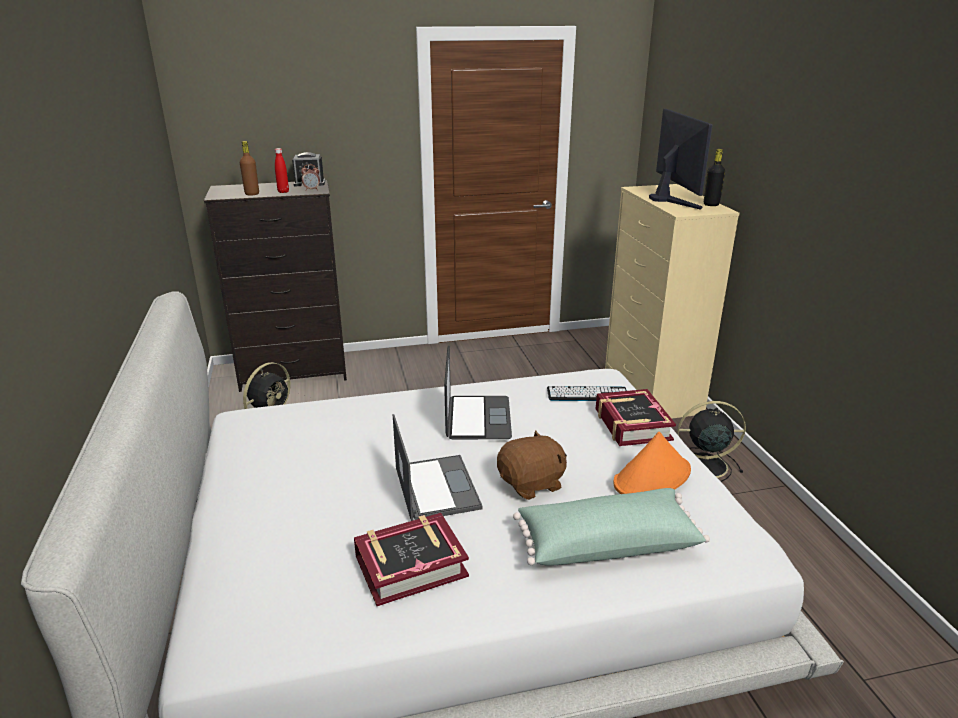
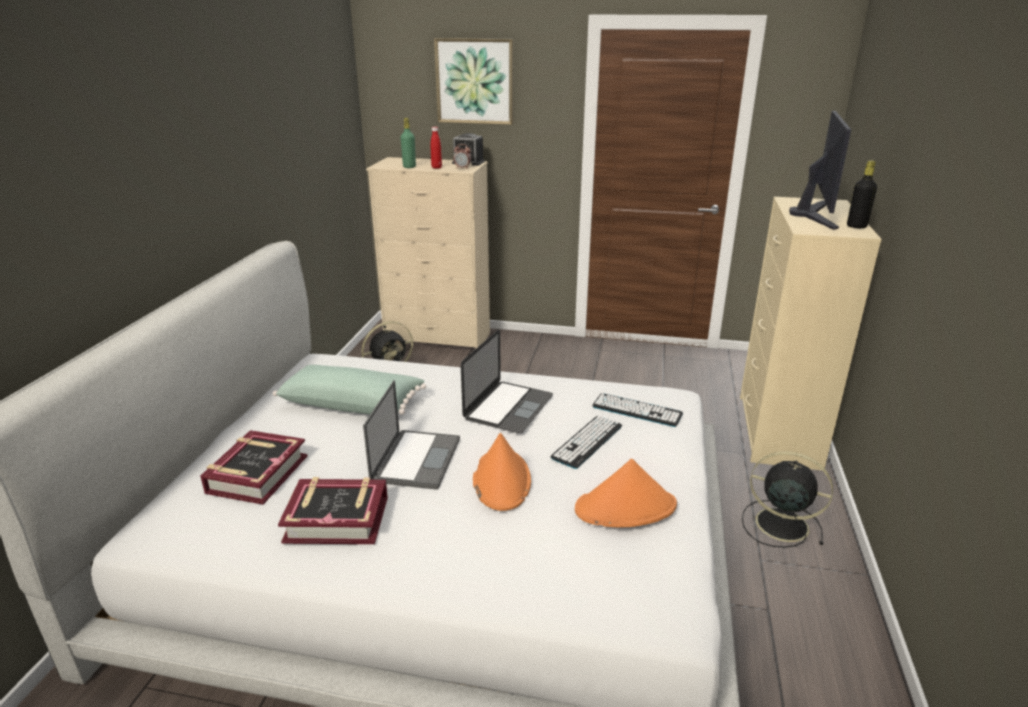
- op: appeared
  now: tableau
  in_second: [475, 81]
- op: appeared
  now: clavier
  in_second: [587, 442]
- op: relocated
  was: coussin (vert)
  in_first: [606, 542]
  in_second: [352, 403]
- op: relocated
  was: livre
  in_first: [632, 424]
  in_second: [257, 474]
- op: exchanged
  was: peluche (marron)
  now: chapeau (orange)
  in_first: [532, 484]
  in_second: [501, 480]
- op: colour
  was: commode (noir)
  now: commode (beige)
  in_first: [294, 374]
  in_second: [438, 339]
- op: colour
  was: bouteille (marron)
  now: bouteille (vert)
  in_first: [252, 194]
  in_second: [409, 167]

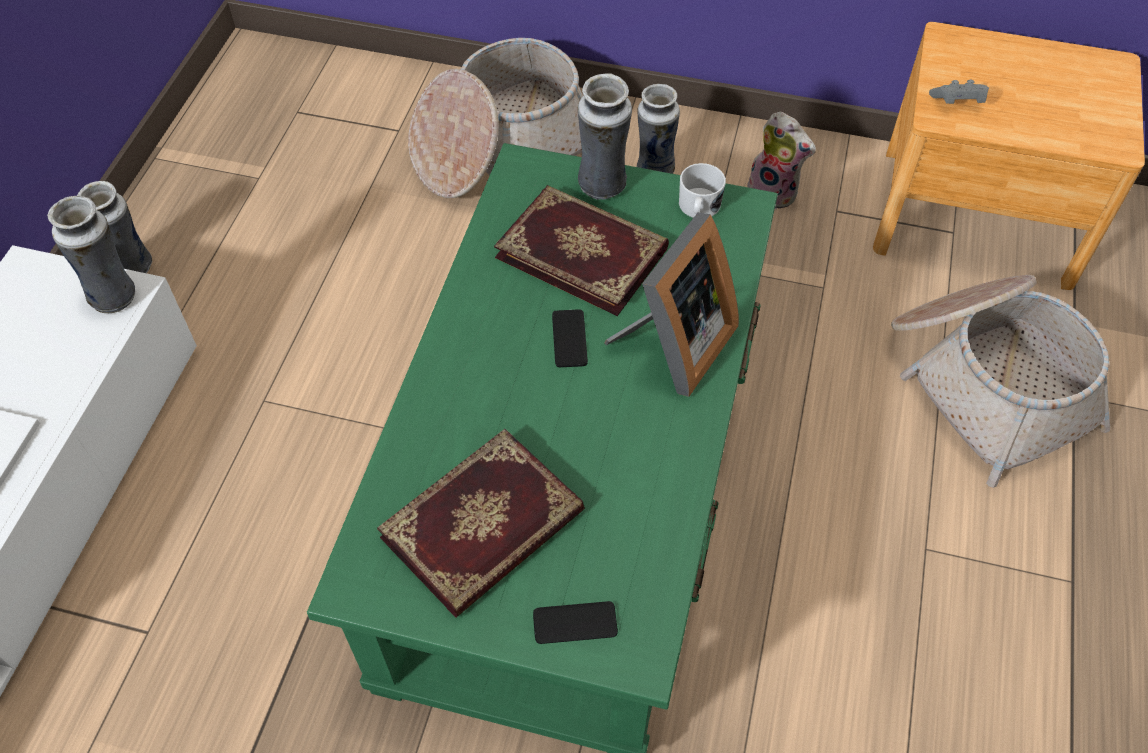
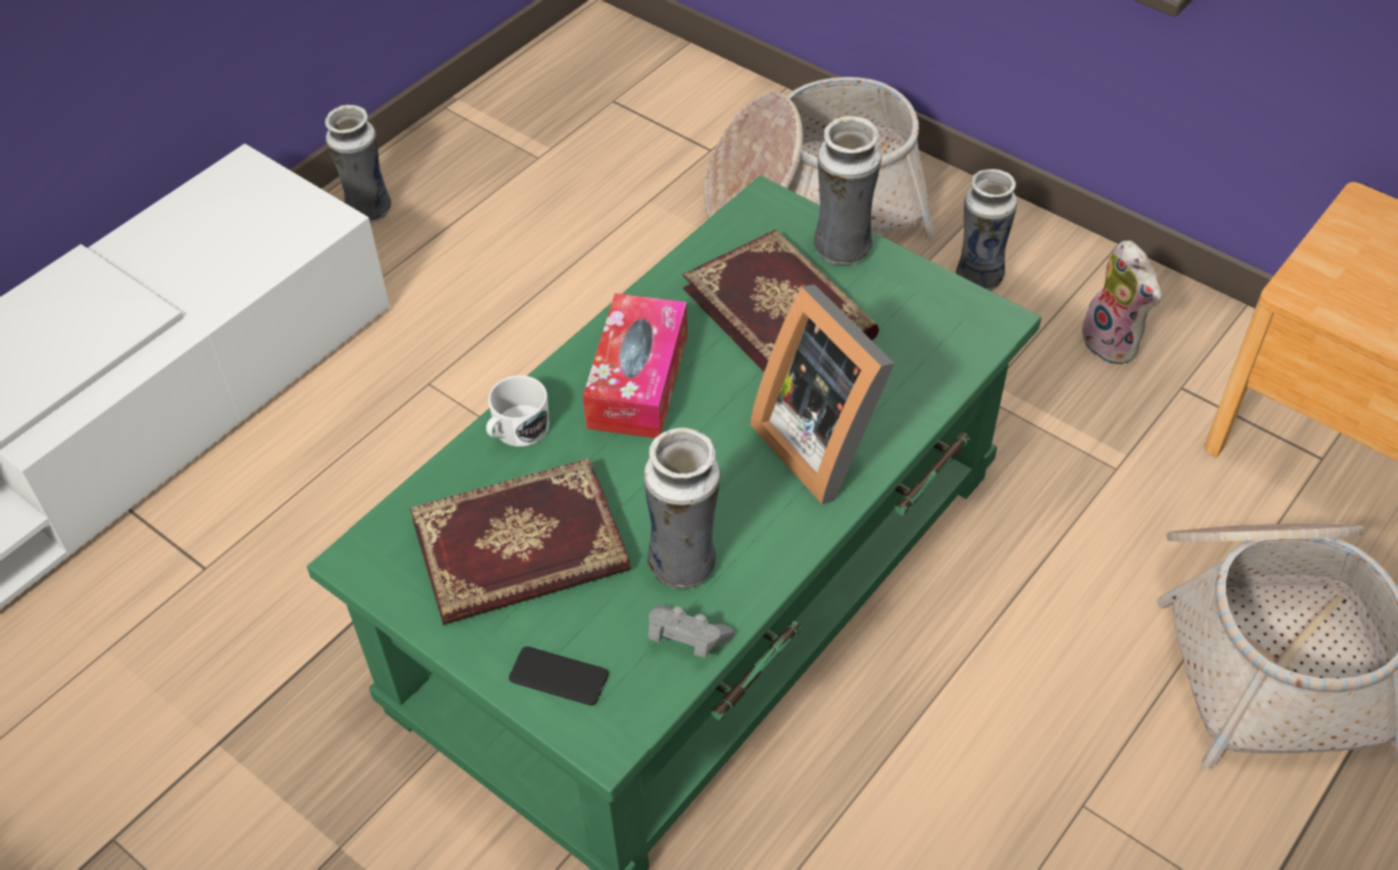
- op: missing
  was: téléphone
  in_first: [569, 339]
- op: appeared
  now: boîte à mouchoirs
  in_second: [638, 380]
- op: relocated
  was: vase
  in_first: [115, 296]
  in_second: [684, 564]
- op: relocated
  was: mug (blanc)
  in_first: [698, 208]
  in_second: [516, 431]
- op: relocated
  was: manette (gris)
  in_first: [957, 103]
  in_second: [686, 640]
- op: spun
  was: cadre photo
  in_first: [673, 347]
  in_second: [824, 441]
  clockwise: 90

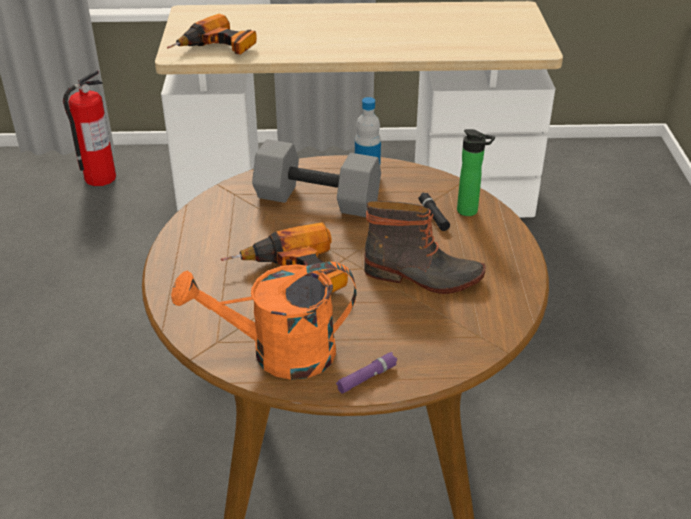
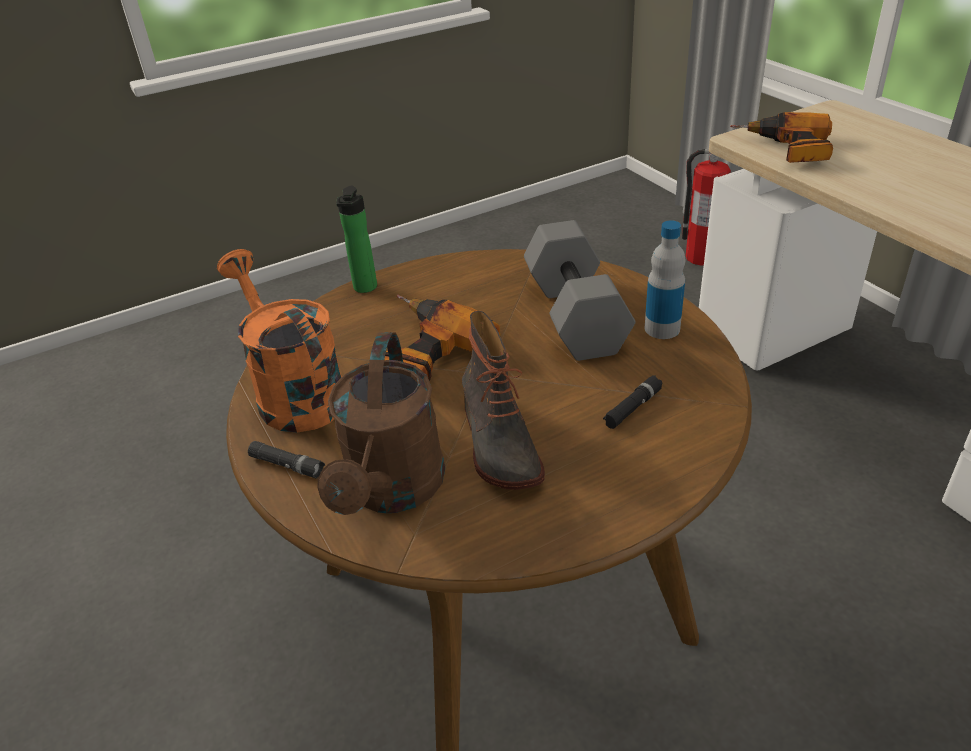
- op: appeared
  now: arrosoir (marron)
  in_second: [393, 491]
- op: relocated
  was: bouteille
  in_first: [470, 211]
  in_second: [364, 289]
- op: colour
  was: lampe de poche (violet)
  now: lampe de poche (noir)
  in_first: [366, 377]
  in_second: [287, 465]

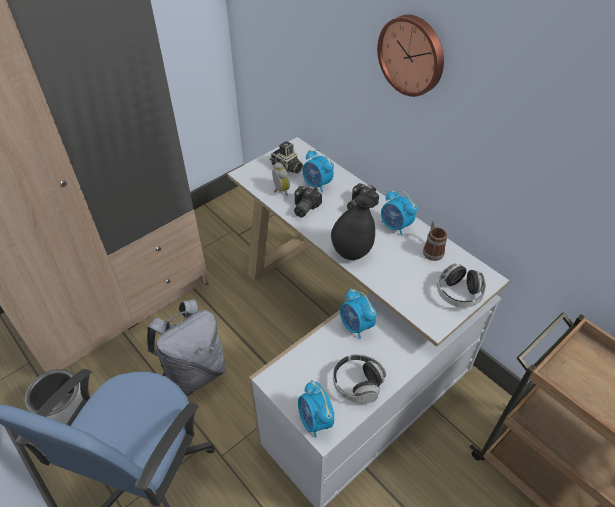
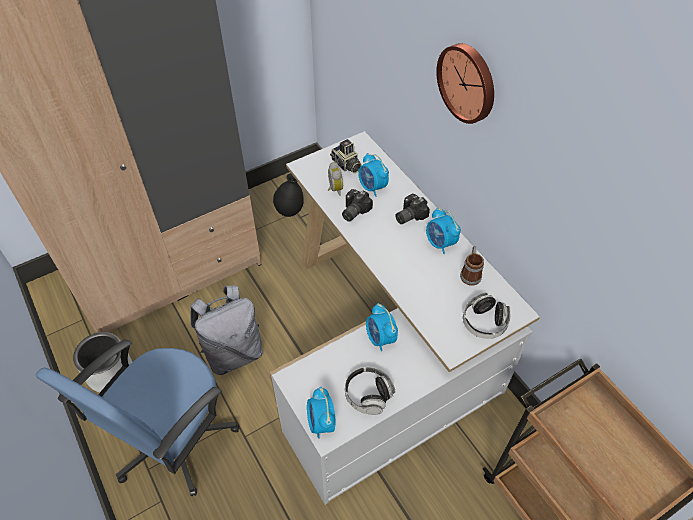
- op: relocated
  was: vase (noir)
  in_first: [351, 251]
  in_second: [289, 211]

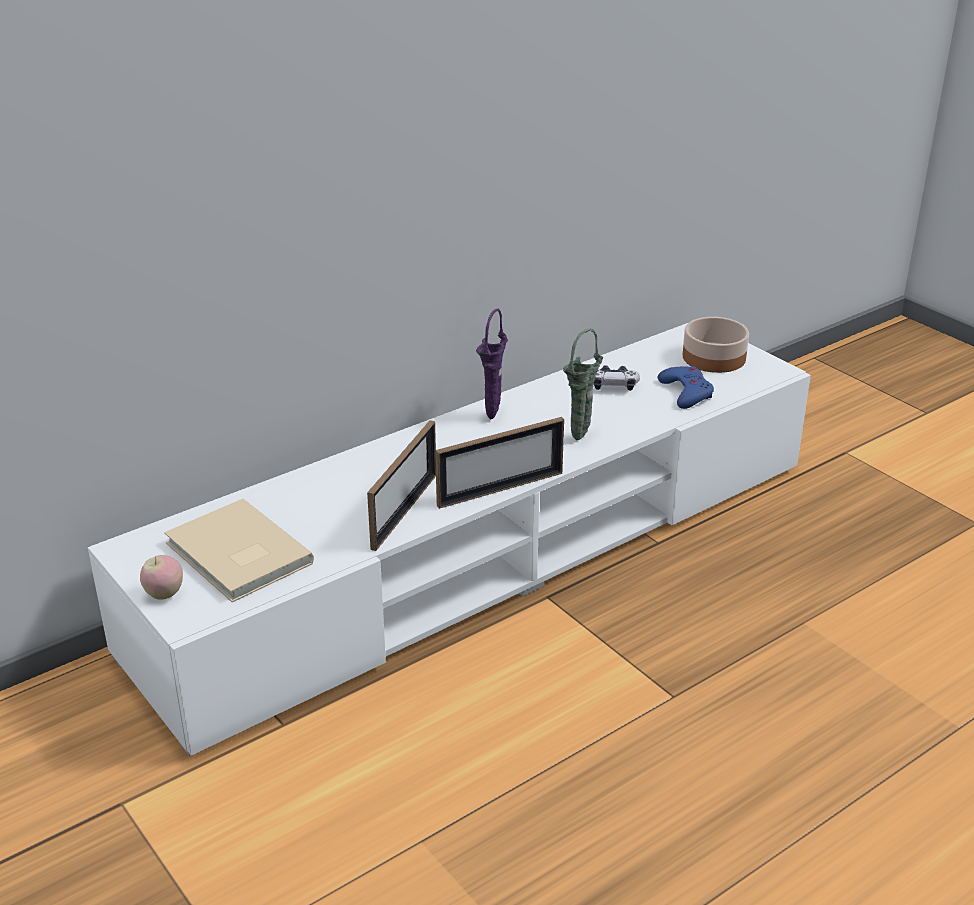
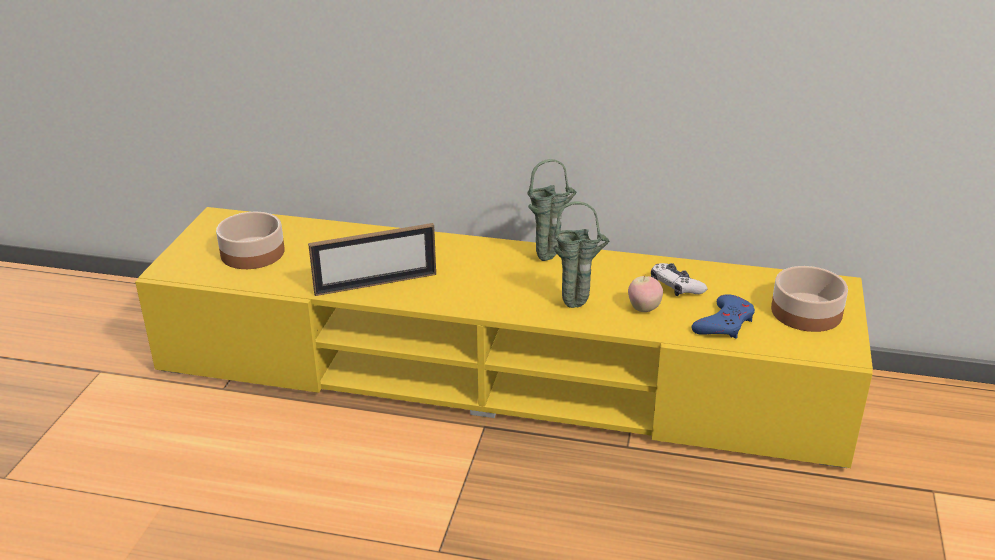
- op: missing
  was: cadre photo
  in_first: [500, 489]
- op: relocated
  was: pomme
  in_first: [164, 594]
  in_second: [644, 309]
- op: exchanged
  was: livre (beige)
  now: bol
  in_first: [237, 555]
  in_second: [251, 253]
- op: colour
  was: meuble télé (blanc)
  now: meuble télé (jaune)
  in_first: [488, 554]
  in_second: [499, 374]
- op: colour
  was: vase (violet)
  now: vase (vert)
  in_first: [493, 415]
  in_second: [550, 259]

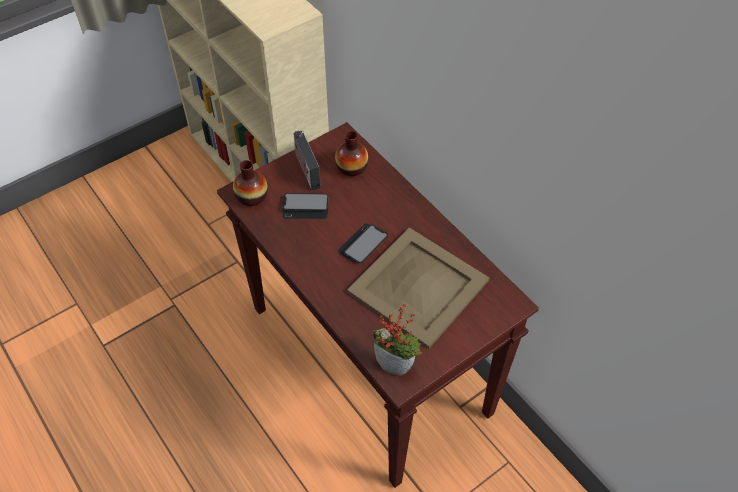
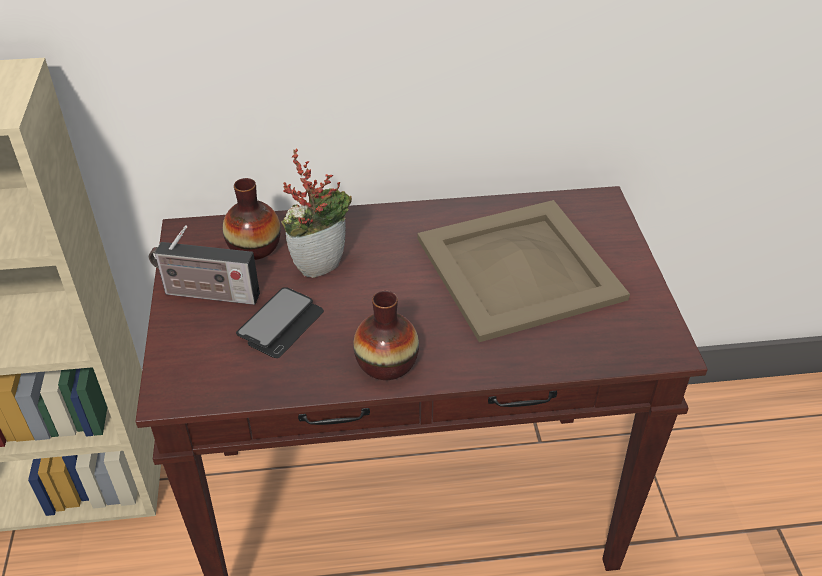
- op: missing
  was: téléphone
  in_first: [363, 244]
- op: relocated
  was: vase
  in_first: [252, 197]
  in_second: [386, 363]
- op: relocated
  was: plante en pot
  in_first: [396, 364]
  in_second: [320, 263]

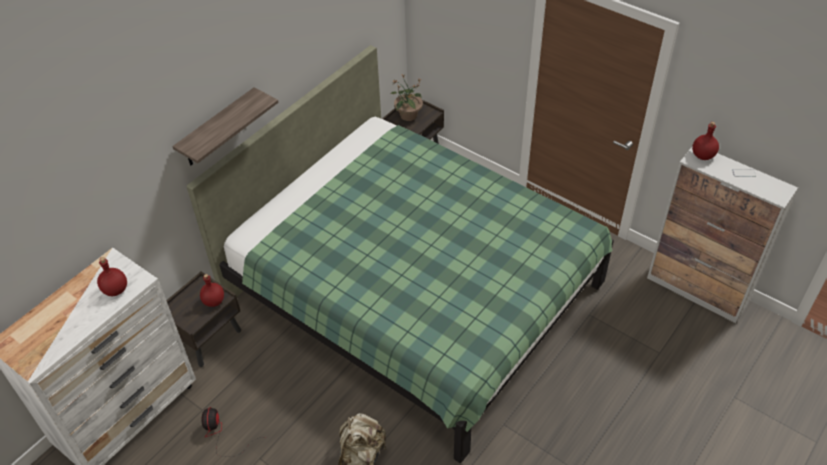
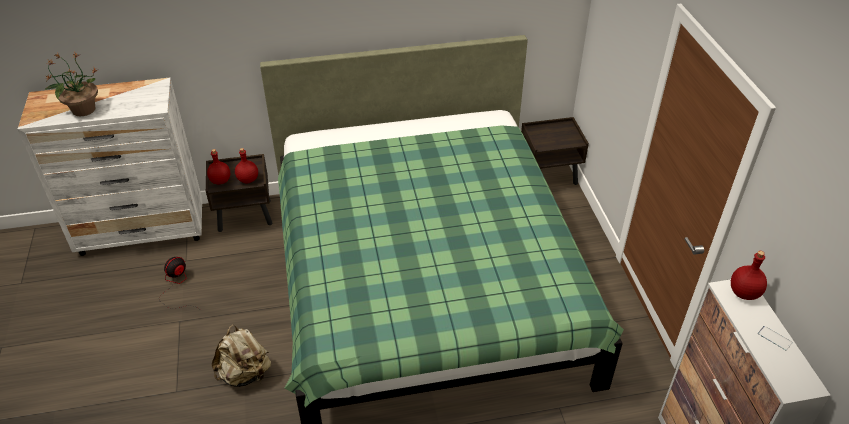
- op: missing
  was: étagère
  in_first: [217, 128]
- op: relocated
  was: bouteille (rouge)
  in_first: [116, 290]
  in_second: [221, 181]
- op: relocated
  was: plante en pot
  in_first: [408, 115]
  in_second: [83, 110]

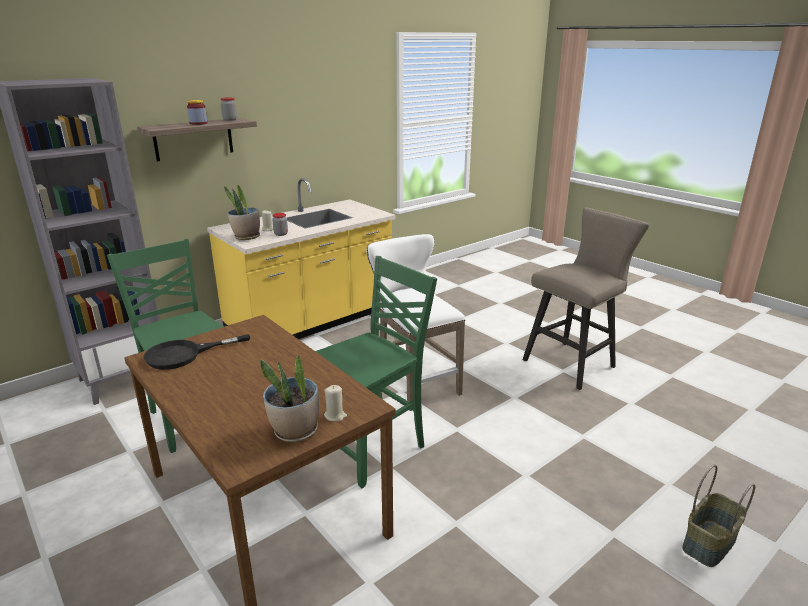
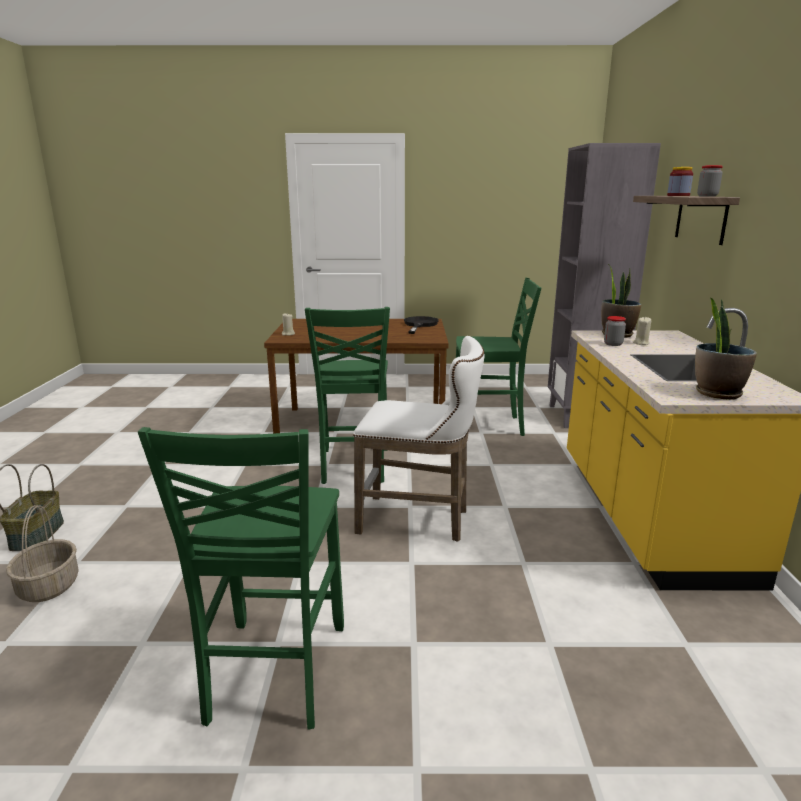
- op: appeared
  now: panier
  in_second: [48, 586]
- op: relocated
  was: plante en pot
  in_first: [295, 431]
  in_second: [717, 393]
- op: exchanged
  was: tabouret (beige)
  now: chaise (vert)
  in_first: [574, 362]
  in_second: [274, 674]

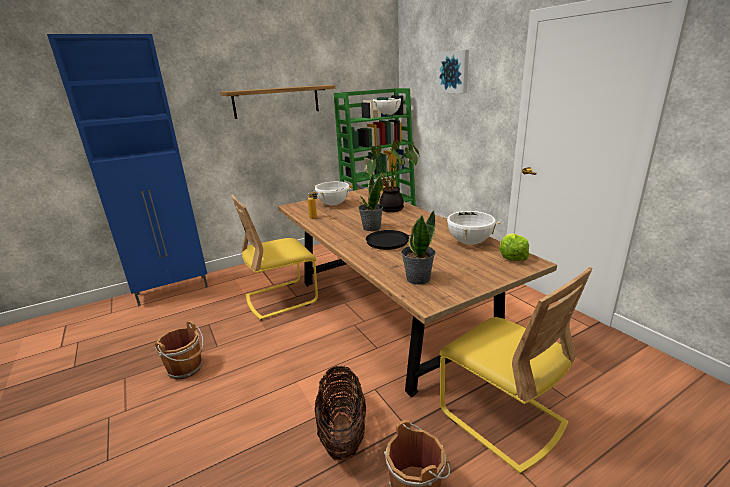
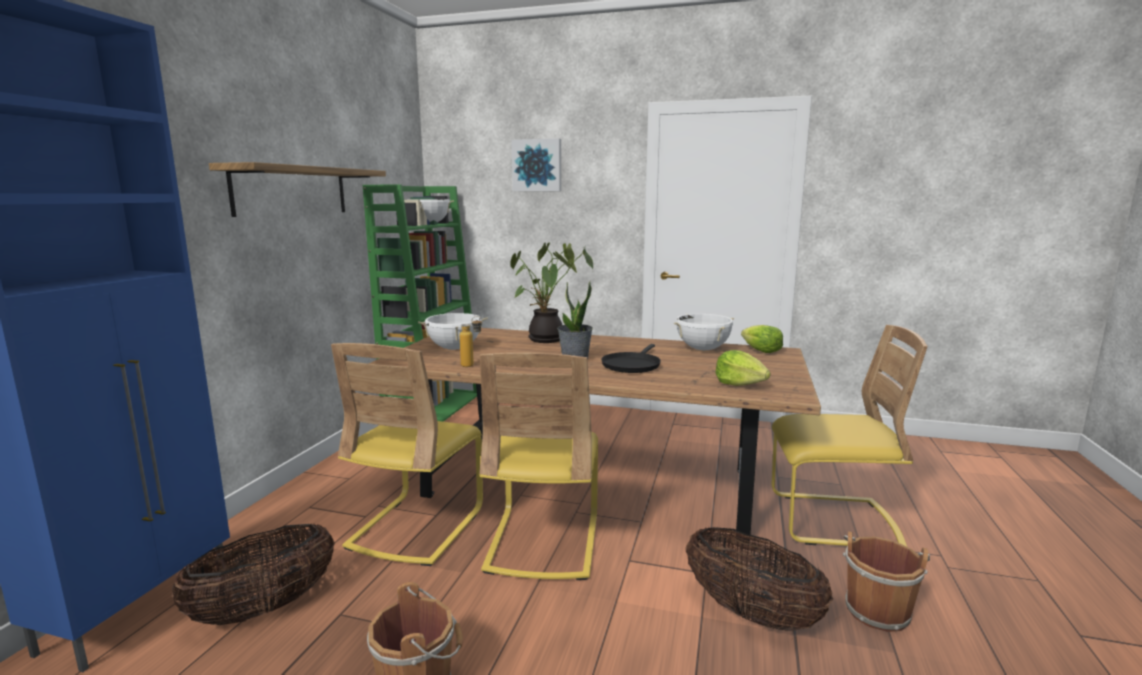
- op: appeared
  now: panier
  in_second: [264, 608]
- op: appeared
  now: chaise (jaune)
  in_second: [543, 542]
- op: exchanged
  was: plante en pot
  now: laitue
  in_first: [417, 278]
  in_second: [739, 383]

